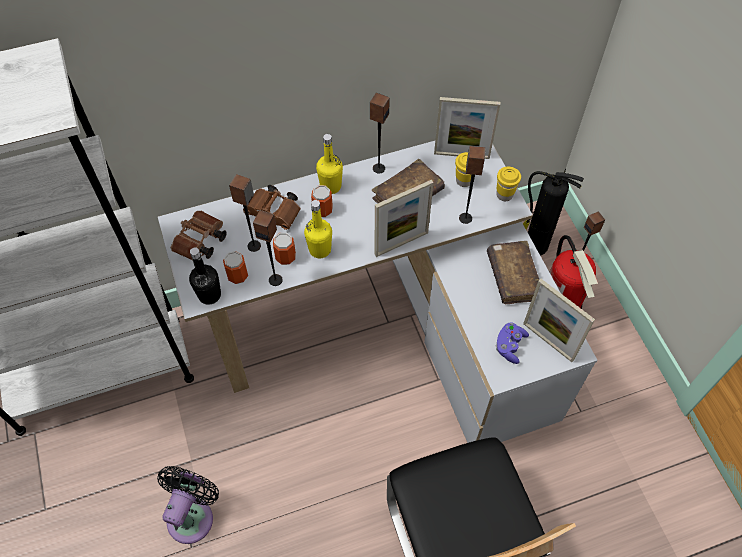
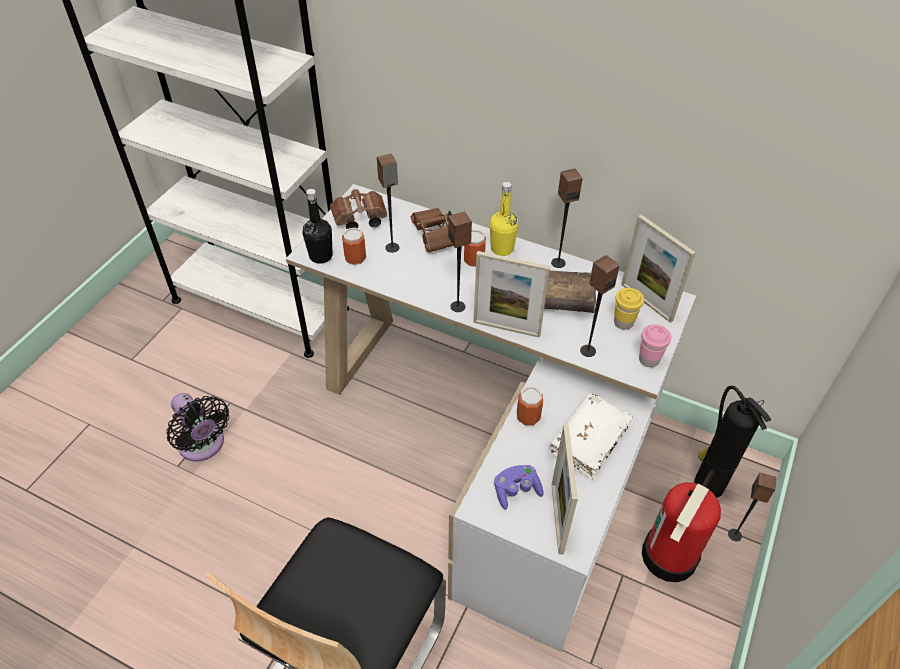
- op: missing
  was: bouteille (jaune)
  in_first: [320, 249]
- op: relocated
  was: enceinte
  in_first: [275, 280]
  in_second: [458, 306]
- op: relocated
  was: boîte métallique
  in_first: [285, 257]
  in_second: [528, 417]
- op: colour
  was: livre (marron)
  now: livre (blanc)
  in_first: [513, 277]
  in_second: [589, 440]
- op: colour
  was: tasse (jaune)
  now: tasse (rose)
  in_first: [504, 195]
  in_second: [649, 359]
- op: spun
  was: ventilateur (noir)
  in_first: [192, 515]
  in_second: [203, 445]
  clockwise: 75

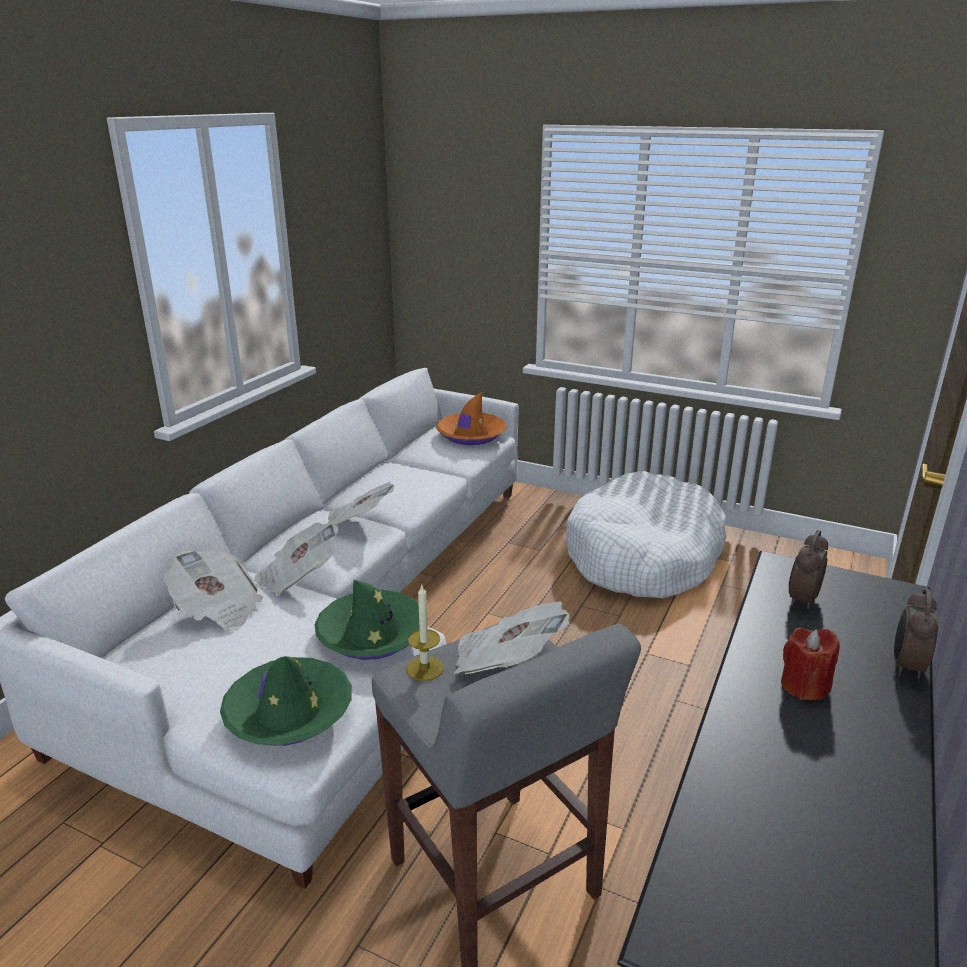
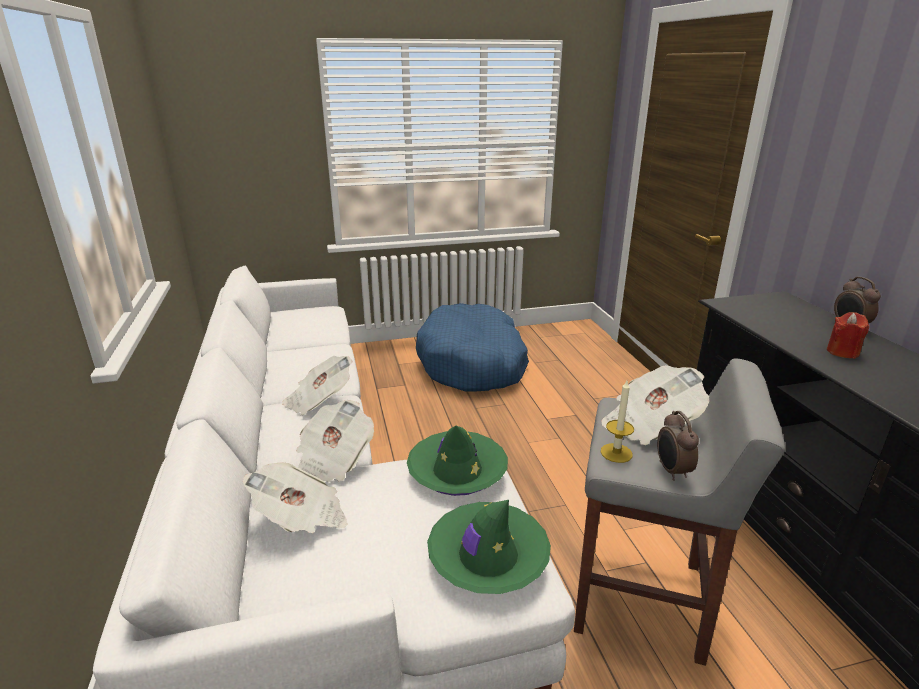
- op: missing
  was: chapeau (orange)
  in_first: [471, 435]
- op: relocated
  was: réveil
  in_first: [801, 600]
  in_second: [671, 471]
- op: colour
  was: panier pour chien (blanc)
  now: panier pour chien (bleu)
  in_first: [643, 556]
  in_second: [473, 363]

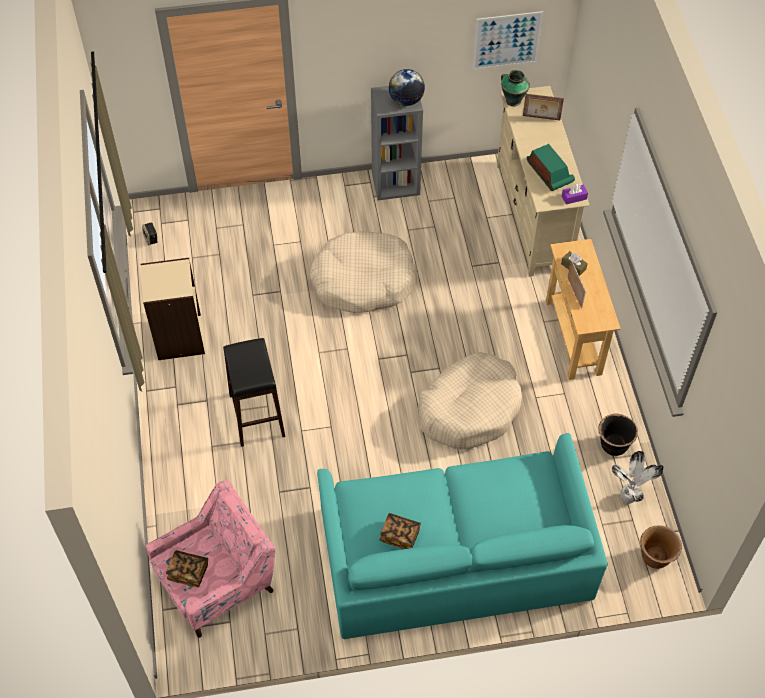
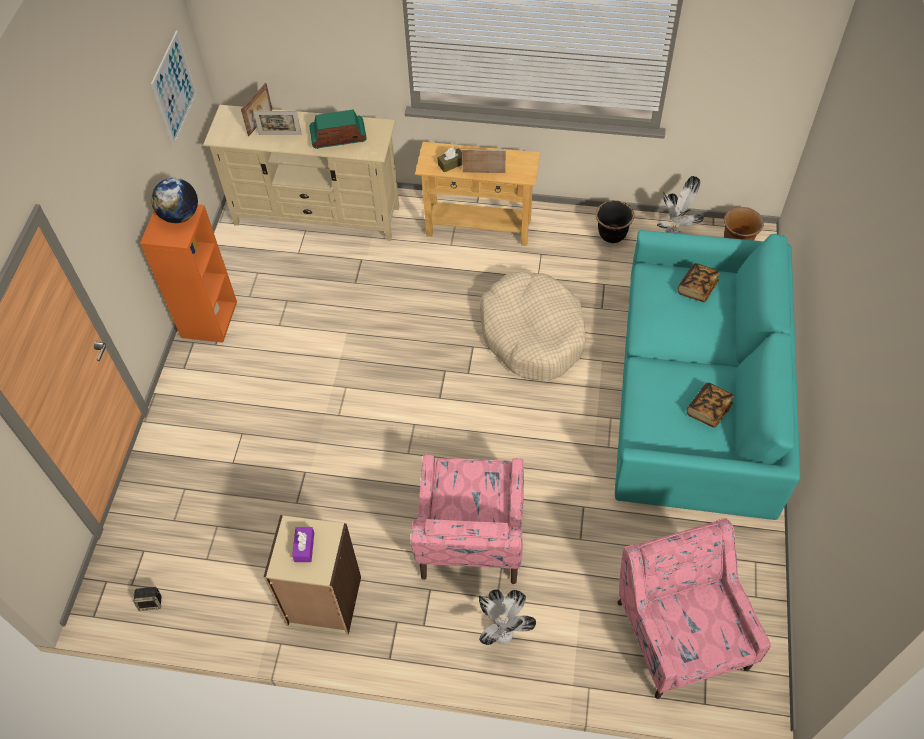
- op: missing
  was: panier pour chien (beige)
  in_first: [363, 281]
- op: missing
  was: vase
  in_first: [512, 100]
- op: appeared
  now: cadre photo
  in_second: [280, 134]
- op: appeared
  now: plante en pot
  in_second: [503, 638]
- op: relocated
  was: livre
  in_first: [188, 572]
  in_second: [697, 288]
- op: relocated
  was: boîte à mouchoirs (violet)
  in_first: [574, 197]
  in_second: [304, 547]
- op: exchanged
  was: tabouret (noir)
  now: fauteuil (rose)
  in_first: [256, 415]
  in_second: [470, 539]
- op: colour
  was: bibliothèque (gris)
  now: bibliothèque (orange)
  in_first: [396, 183]
  in_second: [209, 319]

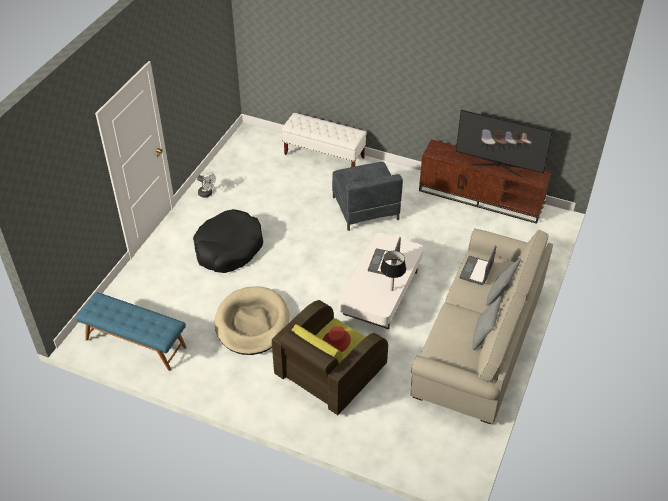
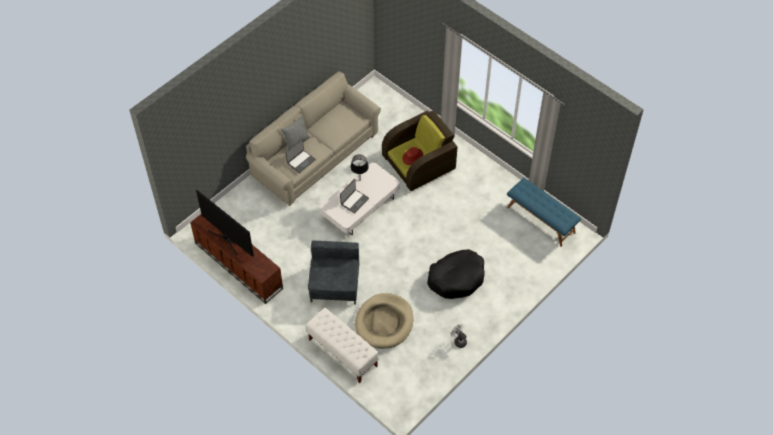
- op: missing
  was: coussin (gris)
  in_first: [483, 336]
- op: relocated
  was: panier pour chien (beige)
  in_first: [252, 323]
  in_second: [384, 322]

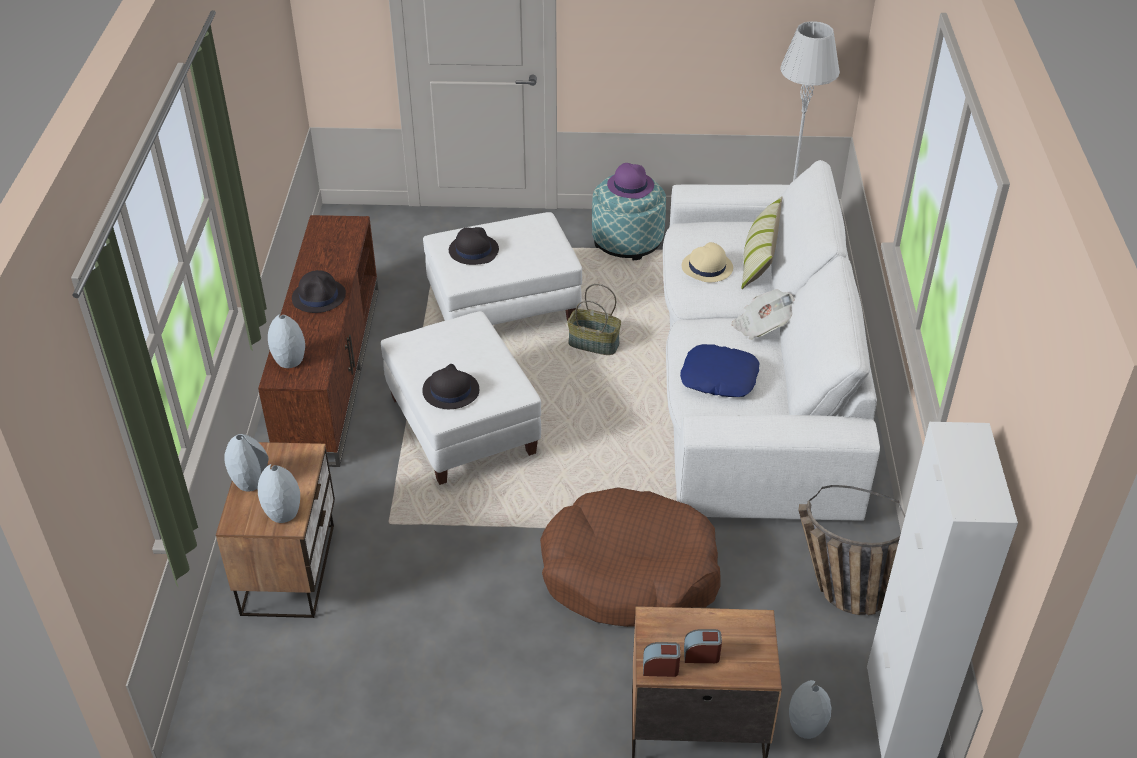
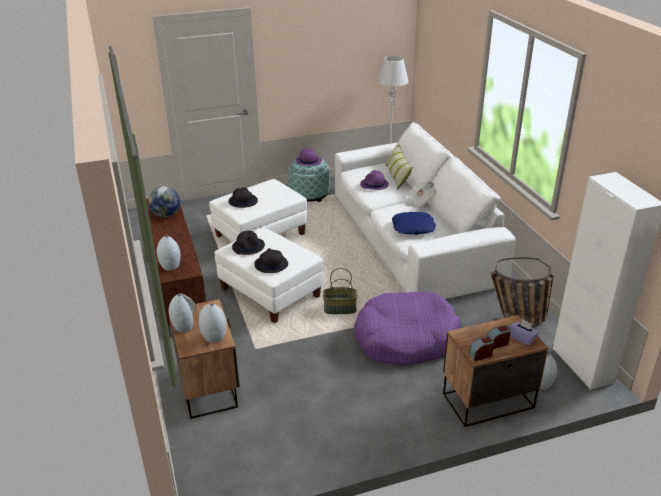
- op: appeared
  now: globe
  in_second: [166, 215]
- op: appeared
  now: boîte à mouchoirs (violet)
  in_second: [522, 338]
- op: relocated
  was: chapeau (noir)
  in_first: [319, 296]
  in_second: [248, 246]
- op: relocated
  was: panier
  in_first: [593, 344]
  in_second: [339, 309]
- op: colour
  was: panier pour chien (marron)
  now: panier pour chien (violet)
  in_first: [629, 574]
  in_second: [405, 339]
- op: colour
  was: chapeau (beige)
  now: chapeau (violet)
  in_first: [707, 268]
  in_second: [374, 184]

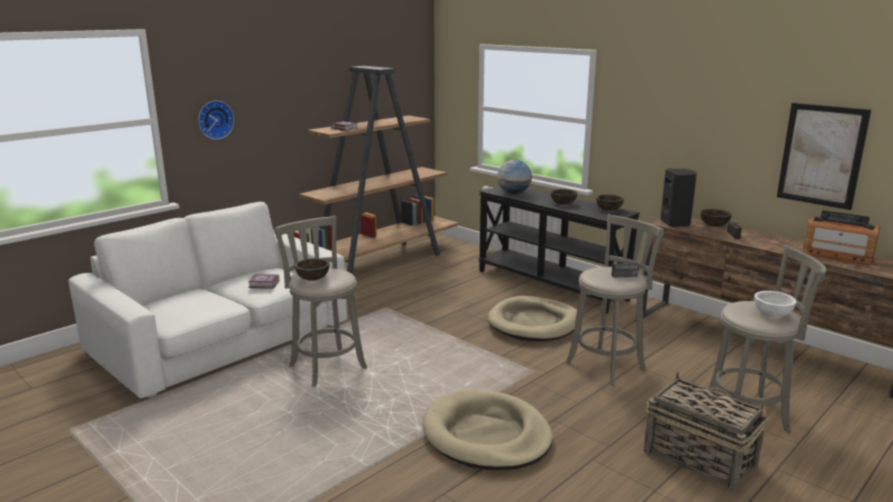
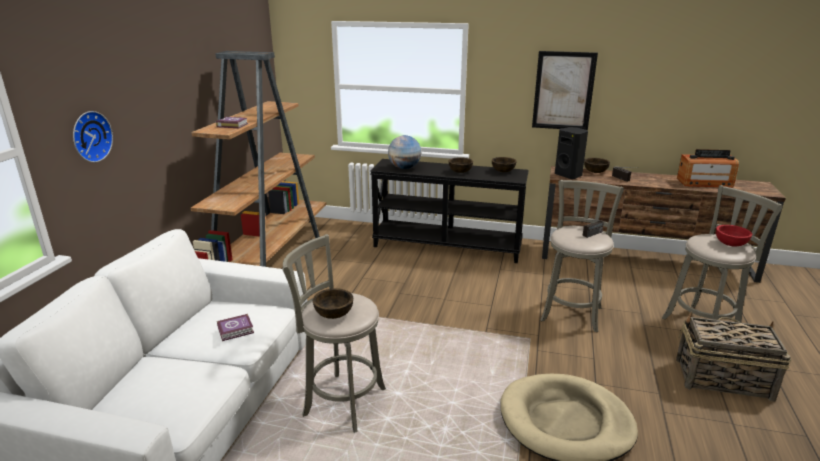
- op: missing
  was: panier pour chien (beige)
  in_first: [534, 323]
- op: relocated
  was: tableau
  in_first: [821, 155]
  in_second: [563, 91]
- op: colour
  was: bol (blanc)
  now: bol (rouge)
  in_first: [772, 314]
  in_second: [730, 244]

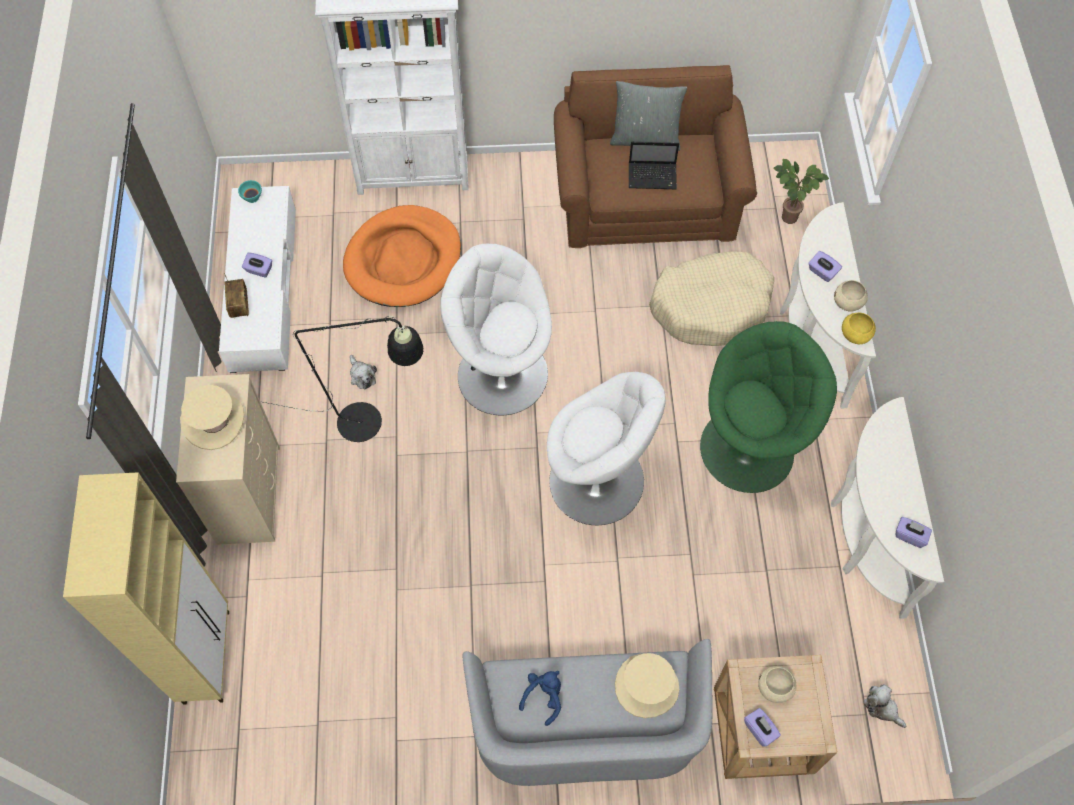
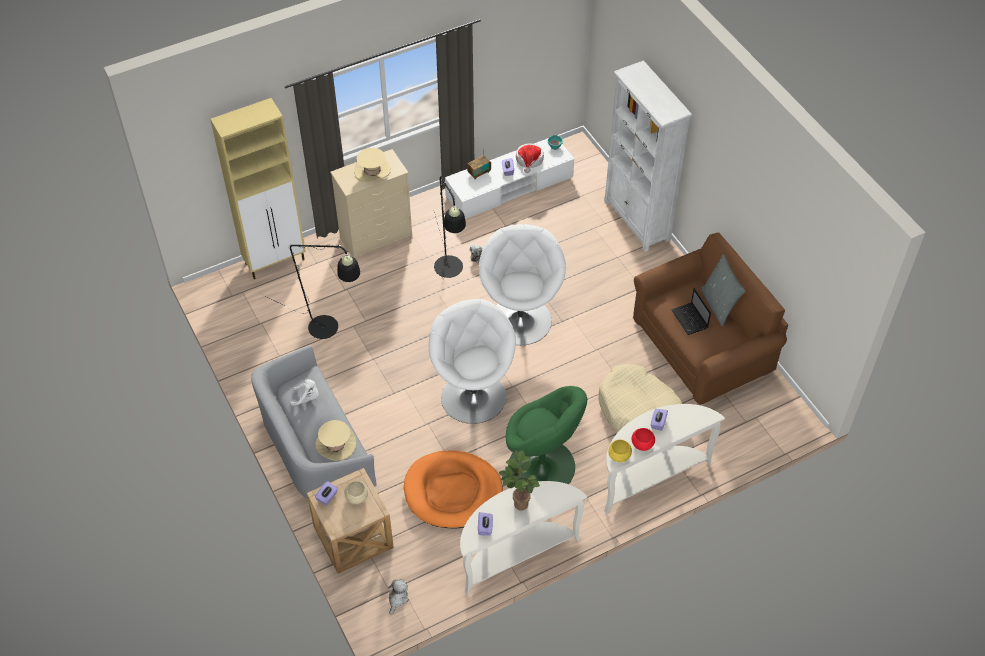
- op: appeared
  now: lampadaire (noir)
  in_second: [330, 330]
- op: appeared
  now: chapeau
  in_second: [529, 160]
- op: relocated
  was: panier pour chien (orange)
  in_first: [403, 260]
  in_second: [453, 492]
- op: relocated
  was: plante en pot
  in_first: [787, 219]
  in_second: [518, 503]
- op: colour
  was: peluche (bleu)
  now: peluche (blanc)
  in_first: [544, 697]
  in_second: [307, 398]
- op: colour
  was: bol (beige)
  now: bol (rouge)
  in_first: [848, 303]
  in_second: [642, 444]
- op: spun
  was: fauteuil (blanc)
  in_first: [598, 482]
  in_second: [473, 395]
  clockwise: 150

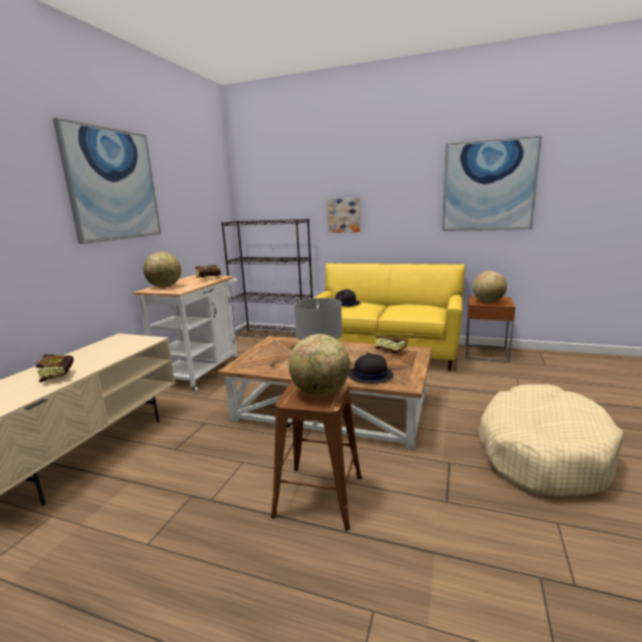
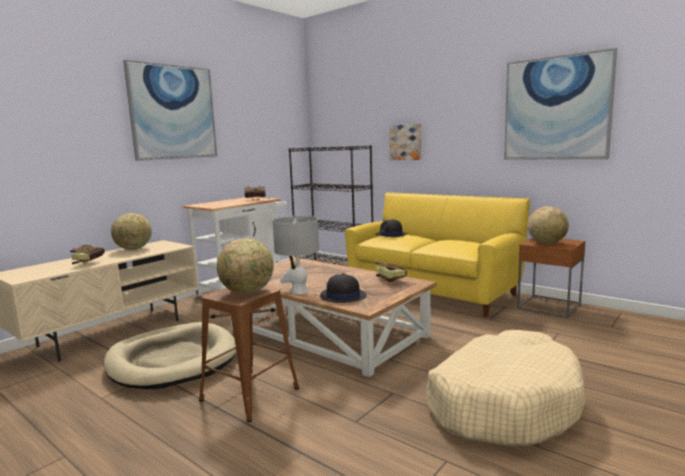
- op: appeared
  now: panier pour chien (beige)
  in_second: [172, 360]
- op: relocated
  was: globe
  in_first: [165, 287]
  in_second: [134, 249]

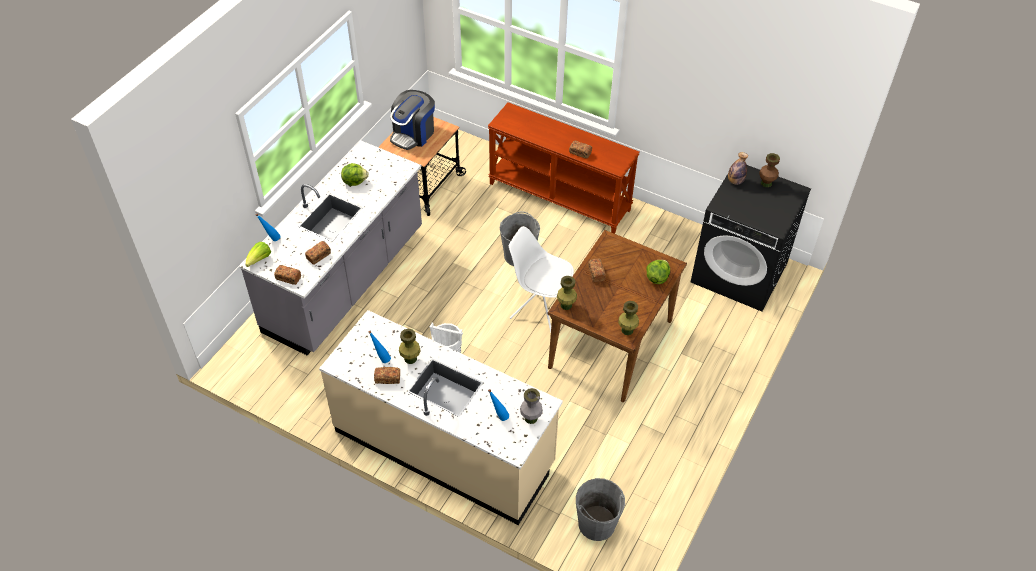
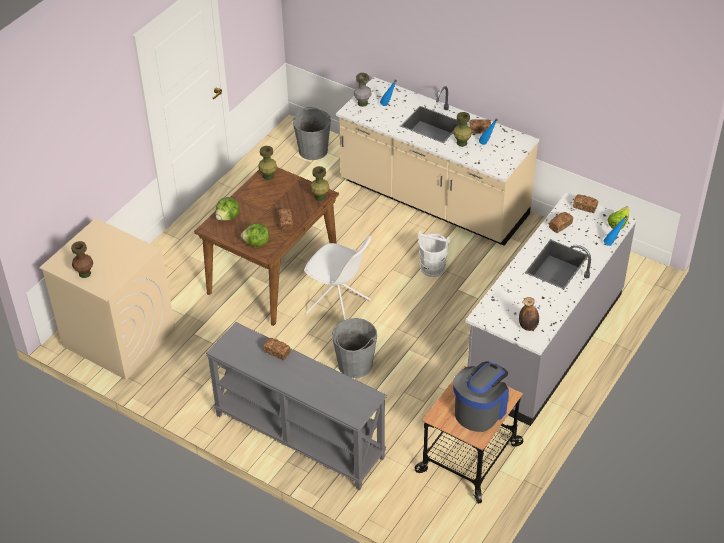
- op: relocated
  was: laitue
  in_first: [355, 181]
  in_second: [256, 243]
- op: relocated
  was: bouteille
  in_first: [735, 181]
  in_second: [528, 326]
- op: colour
  was: table console (marron)
  now: table console (gris)
  in_first: [560, 196]
  in_second: [298, 437]
- op: colour
  was: lave-linge (noir)
  now: lave-linge (beige)
  in_first: [739, 273]
  in_second: [118, 337]

